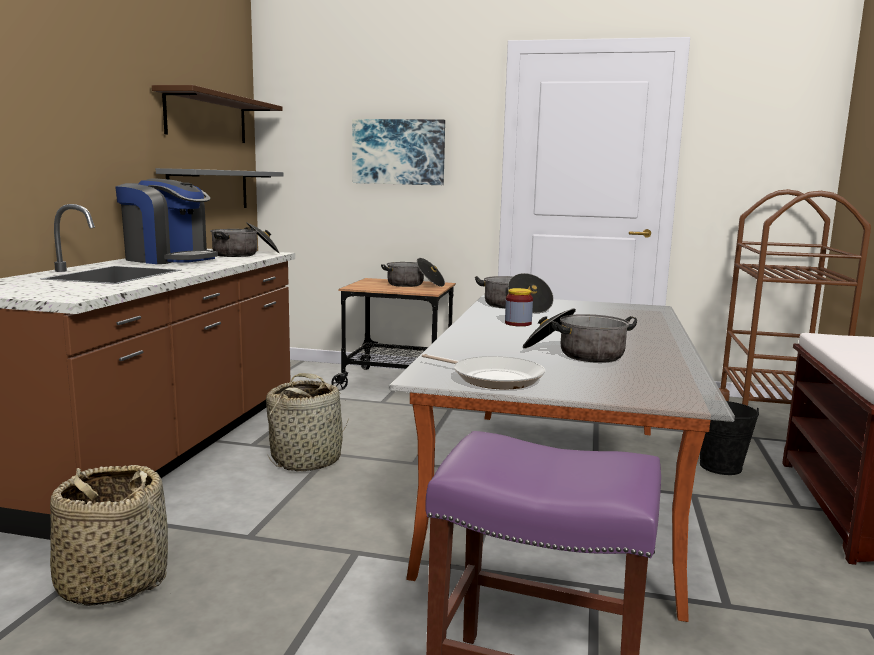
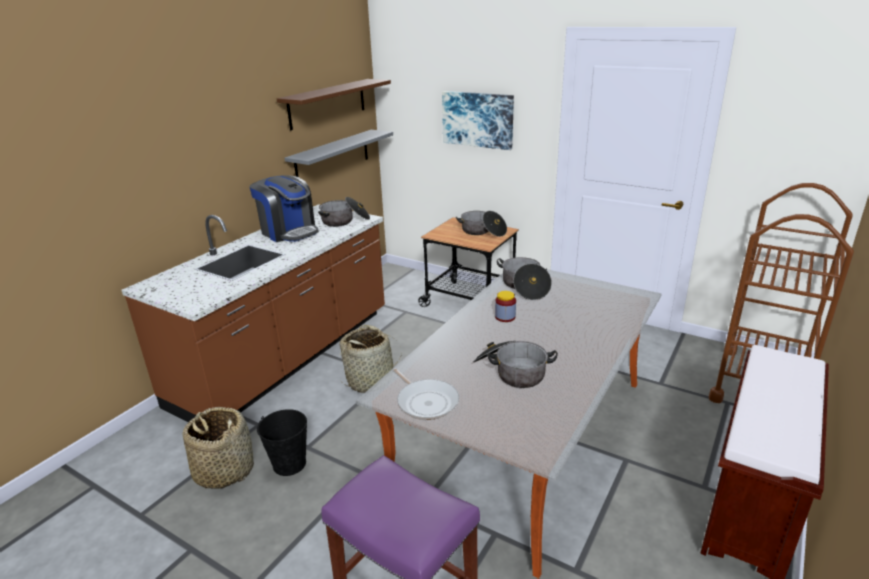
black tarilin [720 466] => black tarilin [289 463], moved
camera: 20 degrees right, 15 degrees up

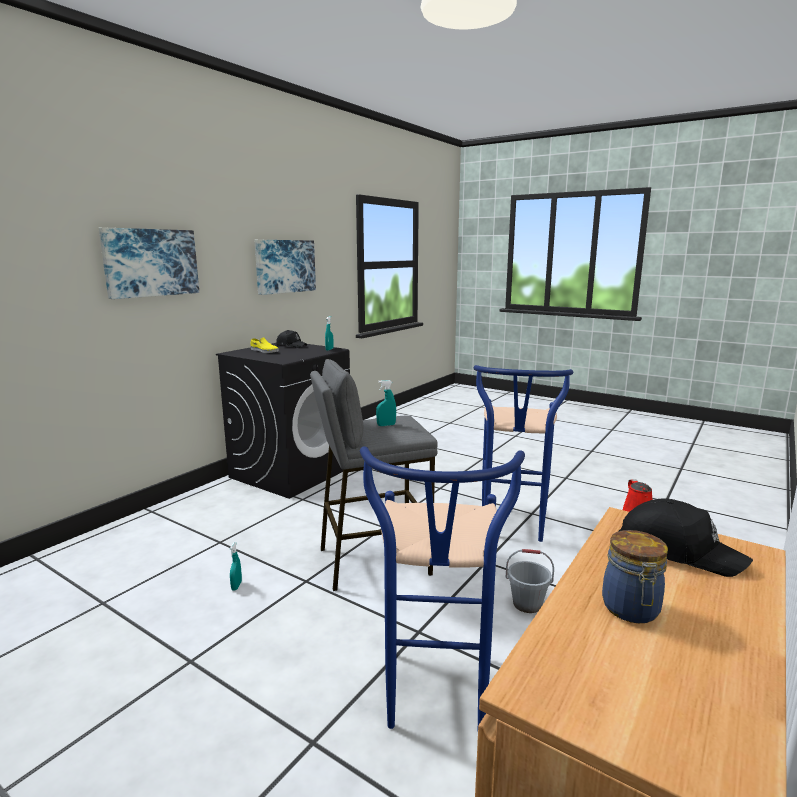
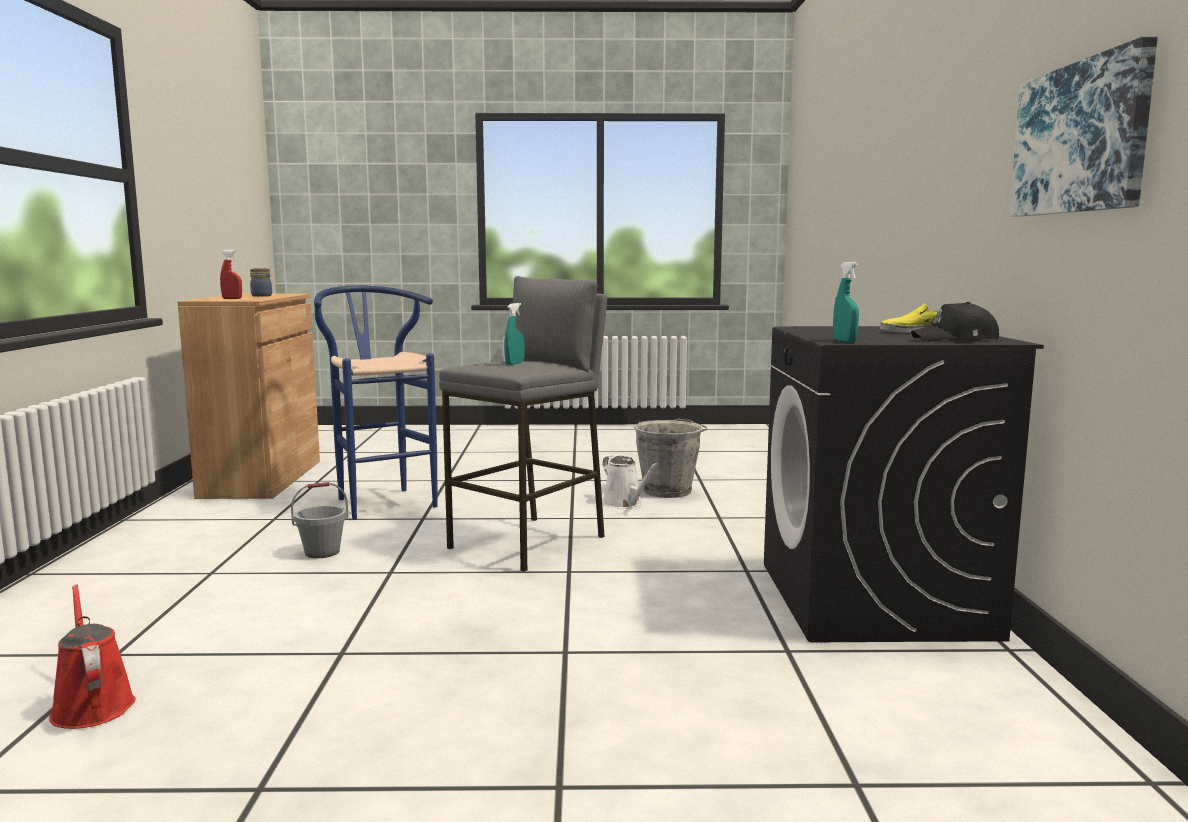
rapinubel [151 262] => nothing
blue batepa [512 527] => nothing
nothing => grey tarilin [668 491]
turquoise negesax [236 586] => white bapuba [625 503]
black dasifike [677 550] => red negesax [232 299]
camera: 145 degrees right, 5 degrees down

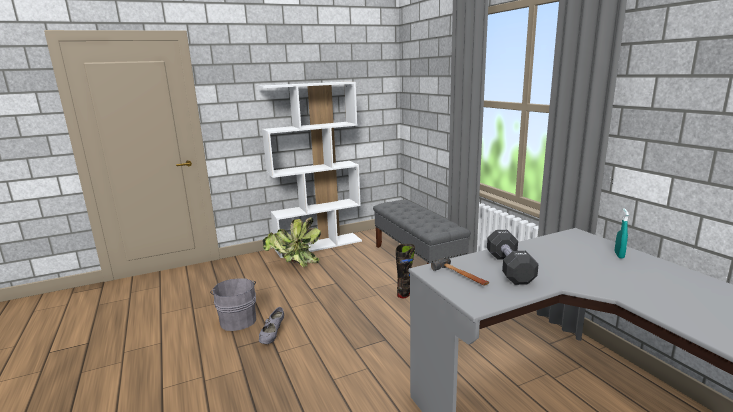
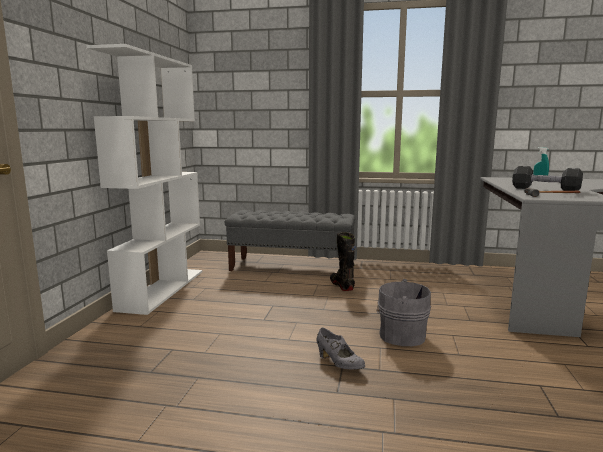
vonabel [294 265] => nothing
grey tarilin [238 319] => grey tarilin [399 335], moved
camera: 55 degrees left, 5 degrees down

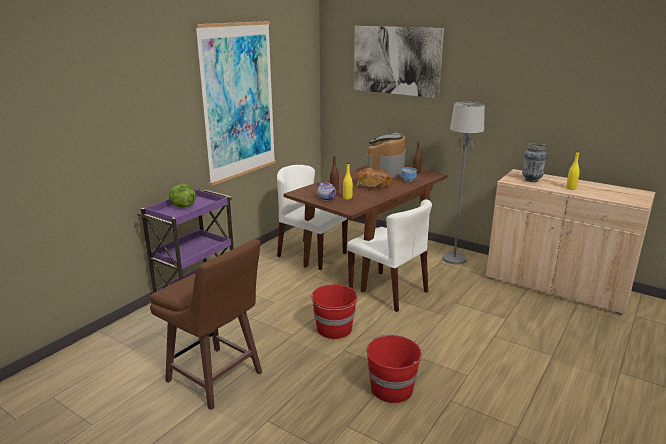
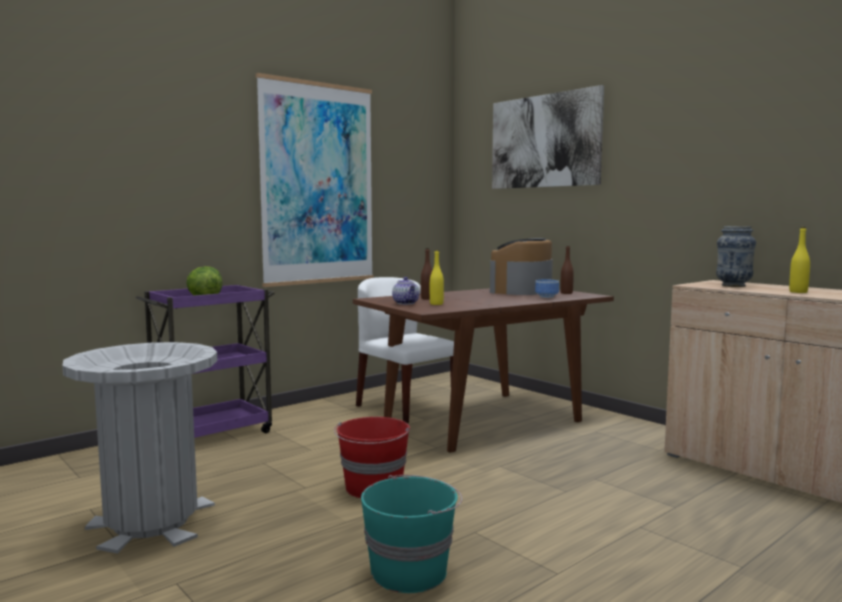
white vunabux [389 291] => nothing
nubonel [373 184] => nothing
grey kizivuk [454 259] => nothing
brown batepa [216 378] => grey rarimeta [151 522]
red tarilin [392 388] => turquoise tarilin [411 571]
camera: 15 degrees right, 15 degrees down

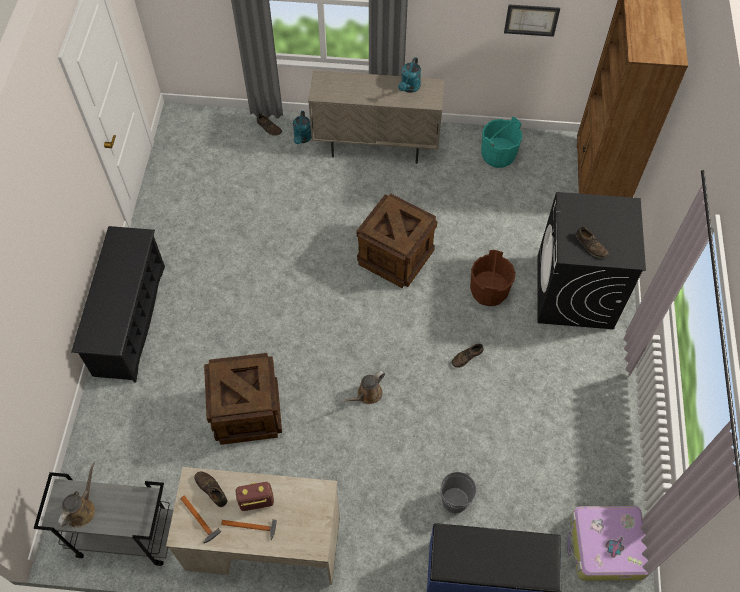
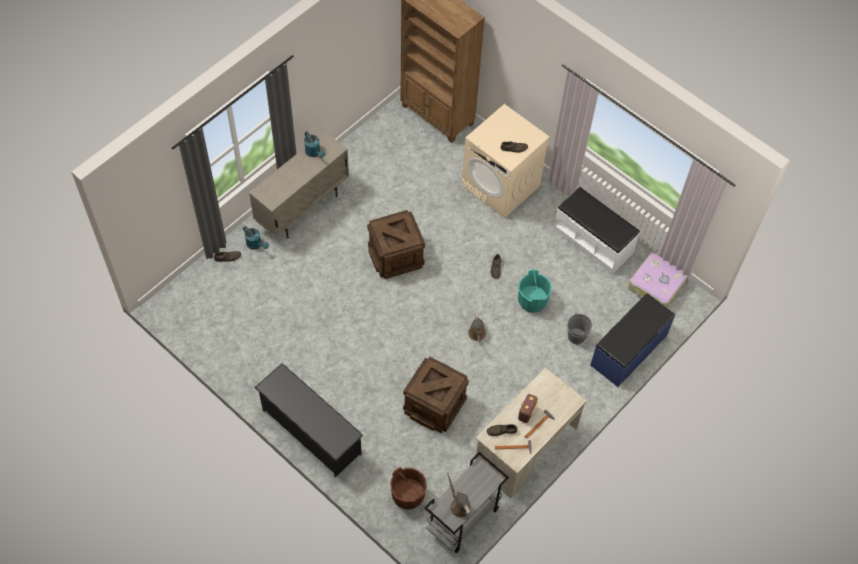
rapinubel [531 20] => nothing
nothing => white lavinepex [593 241]
brown tarilin [489 291] => brown tarilin [408 495], moved
turquoise tarilin [498 155] => turquoise tarilin [532 300], moved
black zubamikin [574 292] => beige zubamikin [501 185]
camera: 55 degrees left, 0 degrees up

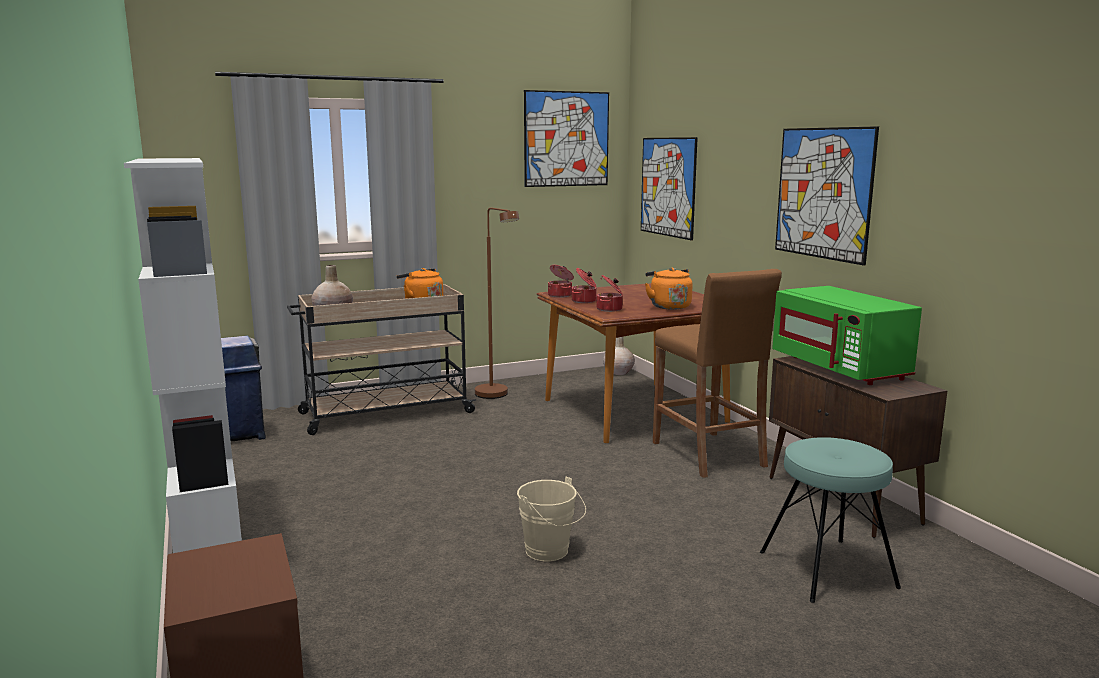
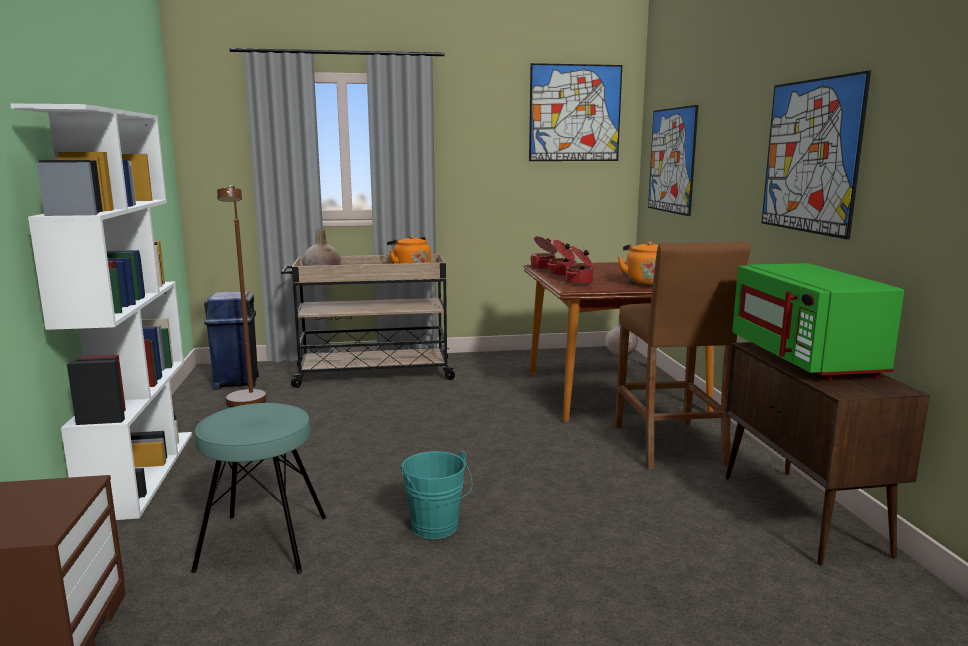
brown kizivuk [496 396] => brown kizivuk [247 405], moved
turquoise batepa [827 570] => turquoise batepa [263 543], moved
beige tarilin [550 552] => turquoise tarilin [437 529]
camera: 15 degrees right, 0 degrees up

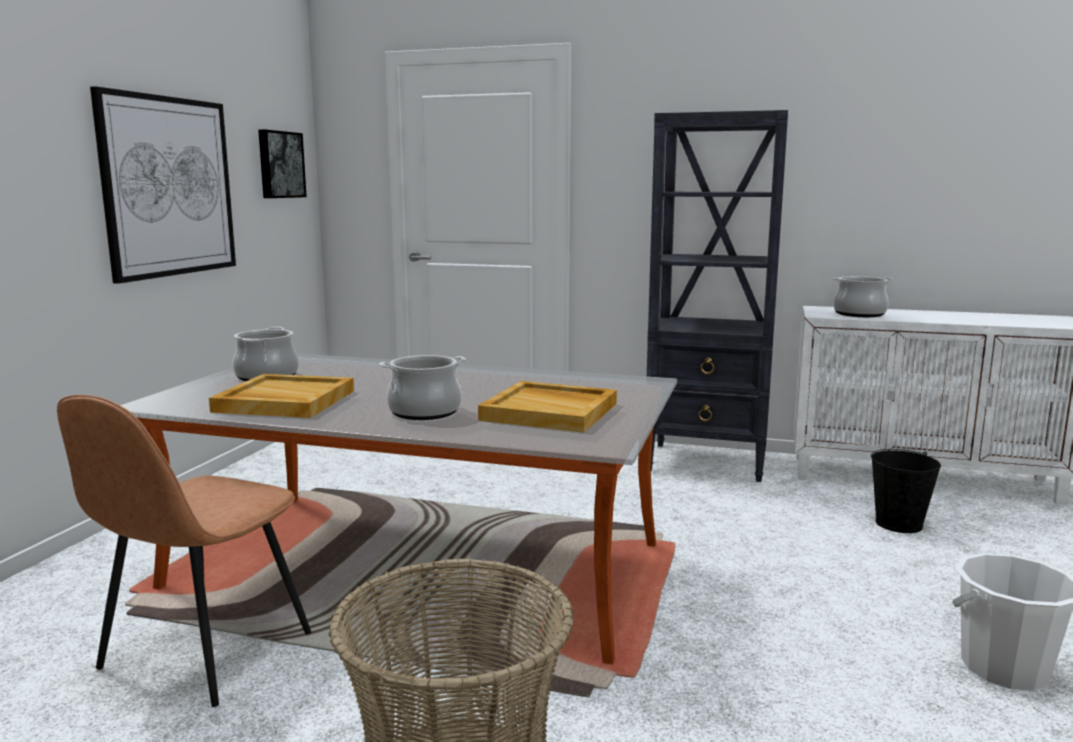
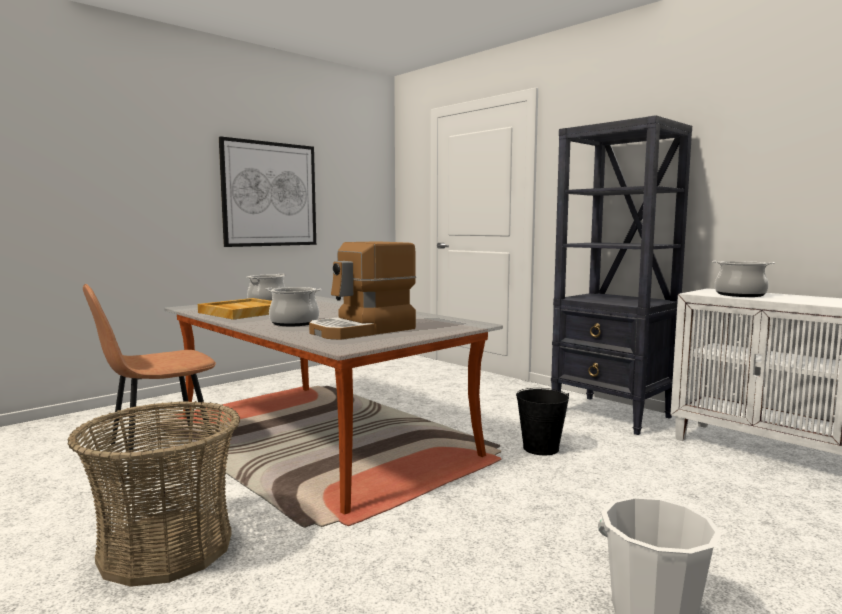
rapinubel [280 164] => nothing
black tarilin [899 524] => black tarilin [541 448], moved
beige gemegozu [551 411] => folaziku [363 330]
camera: 30 degrees right, 5 degrees down

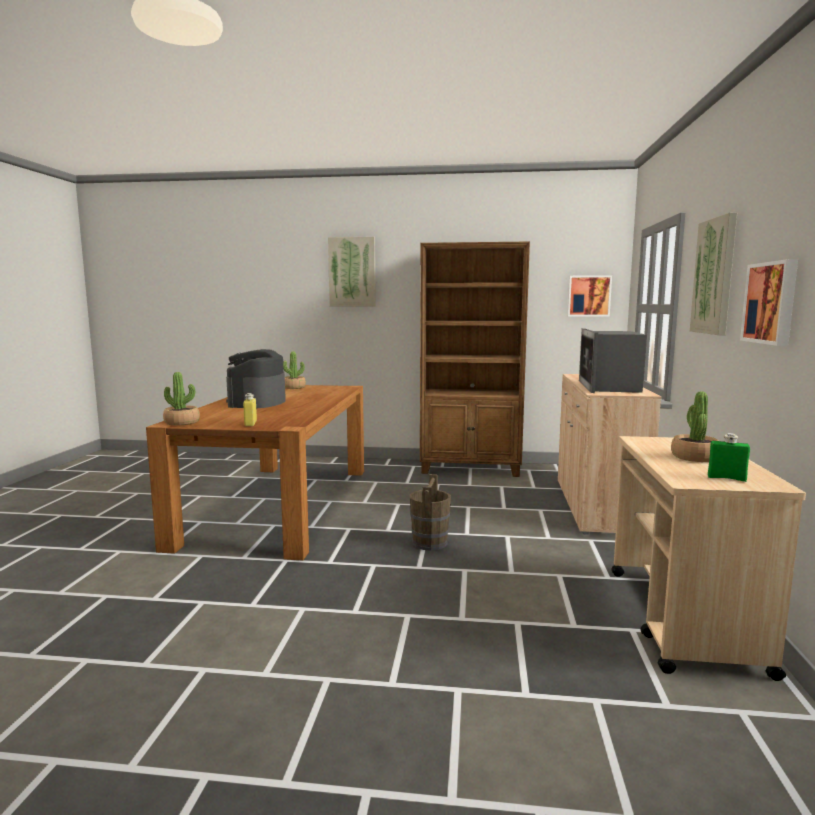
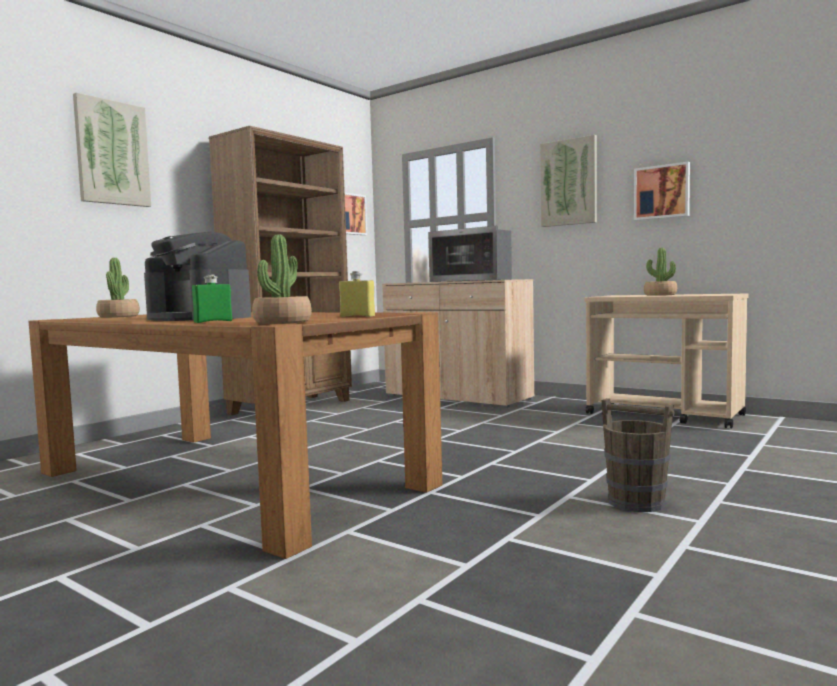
brown tarilin [429 543] => brown tarilin [636 502], moved
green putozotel [726 478] => green putozotel [213 321], moved
camera: 60 degrees left, 5 degrees down

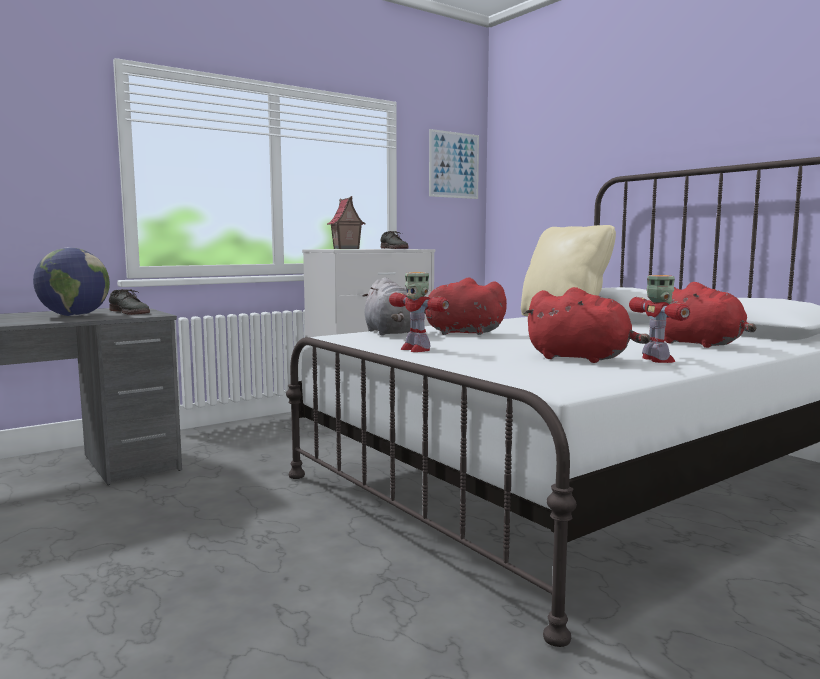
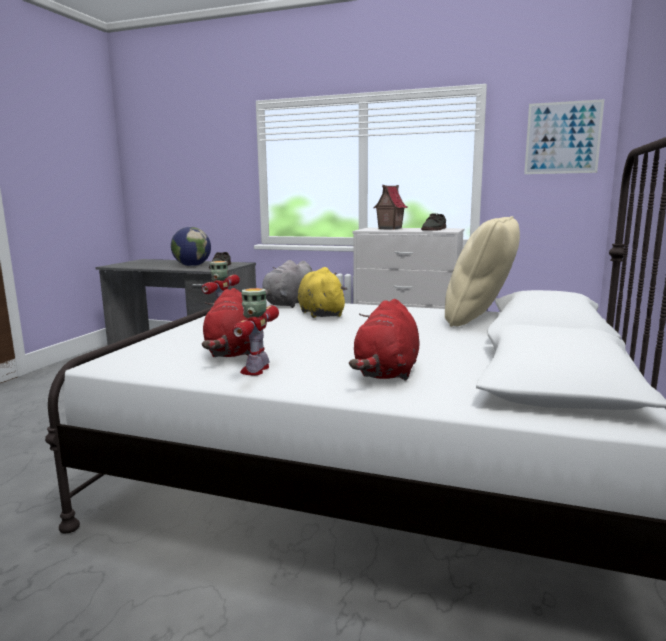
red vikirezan [460 333] => yellow vikirezan [320 313]
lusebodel [657 360] => lusebodel [256 370], 150 degrees clockwise
camera: 55 degrees right, 5 degrees up

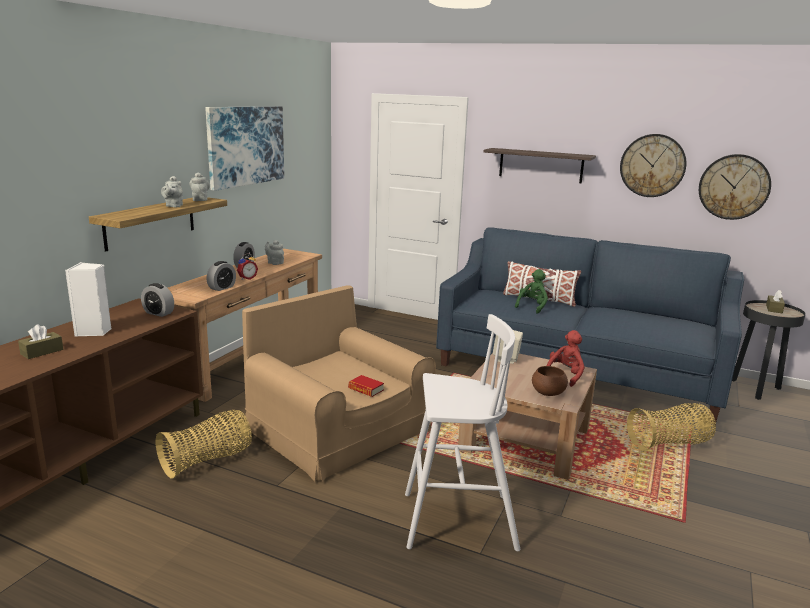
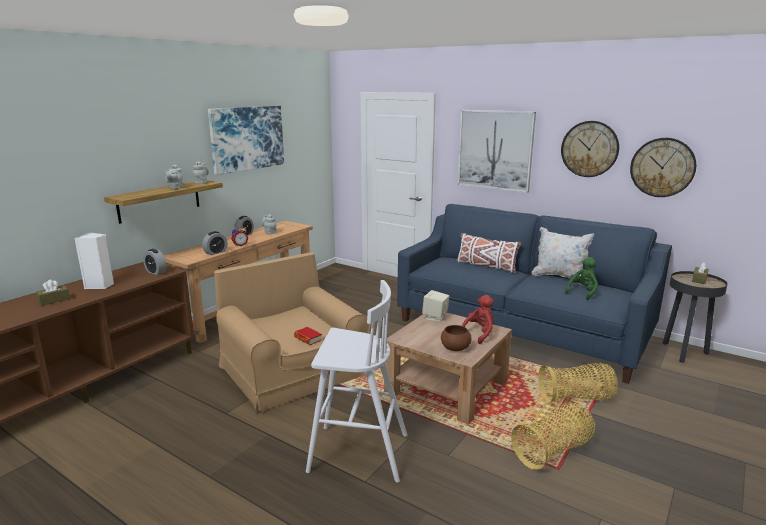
nothing => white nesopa [559 277]
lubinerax [208 460] => lubinerax [553 451], moved
green vikirezan [532 306] => green vikirezan [582 292], moved
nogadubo [540 165] => rapinubel [495 150]
camera: 10 degrees right, 0 degrees up

